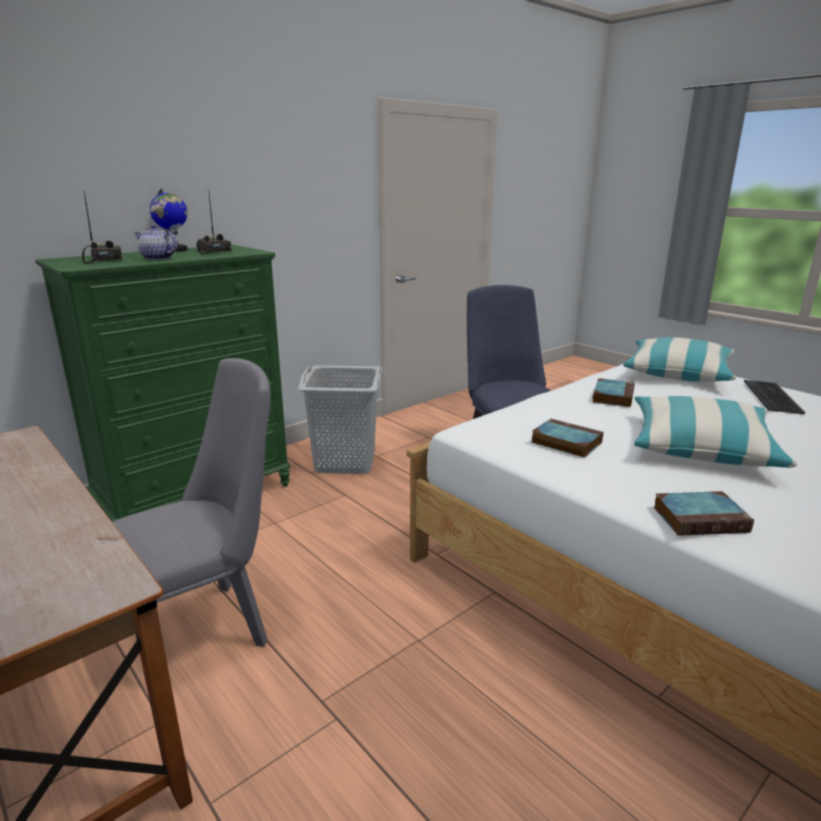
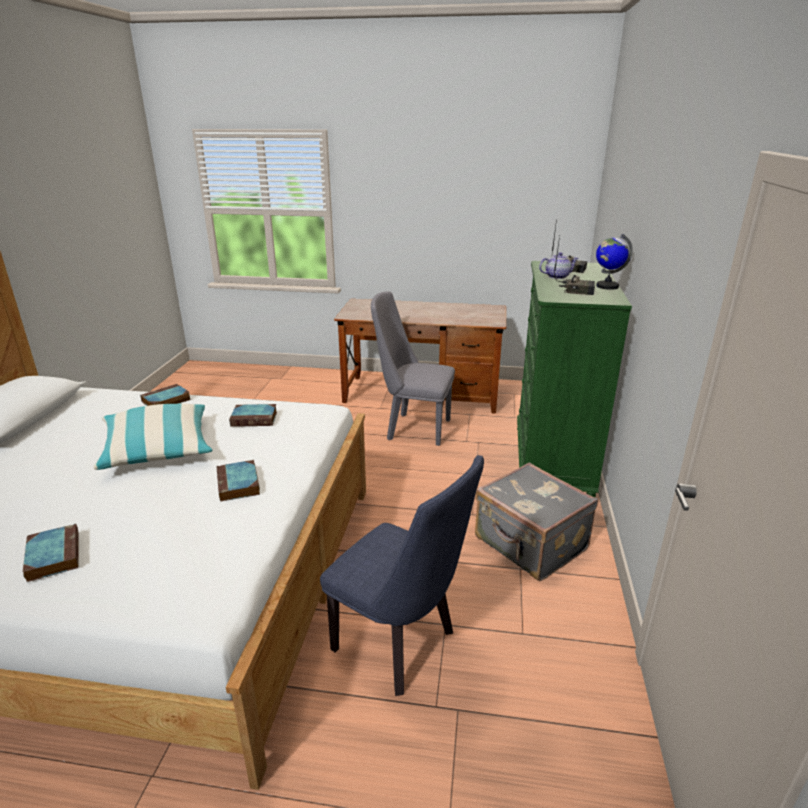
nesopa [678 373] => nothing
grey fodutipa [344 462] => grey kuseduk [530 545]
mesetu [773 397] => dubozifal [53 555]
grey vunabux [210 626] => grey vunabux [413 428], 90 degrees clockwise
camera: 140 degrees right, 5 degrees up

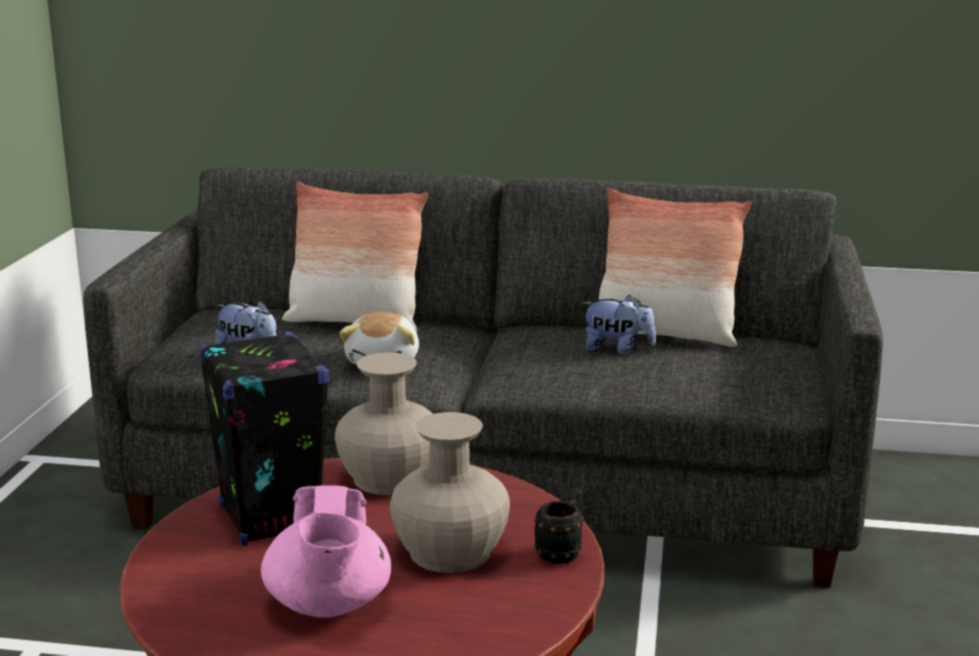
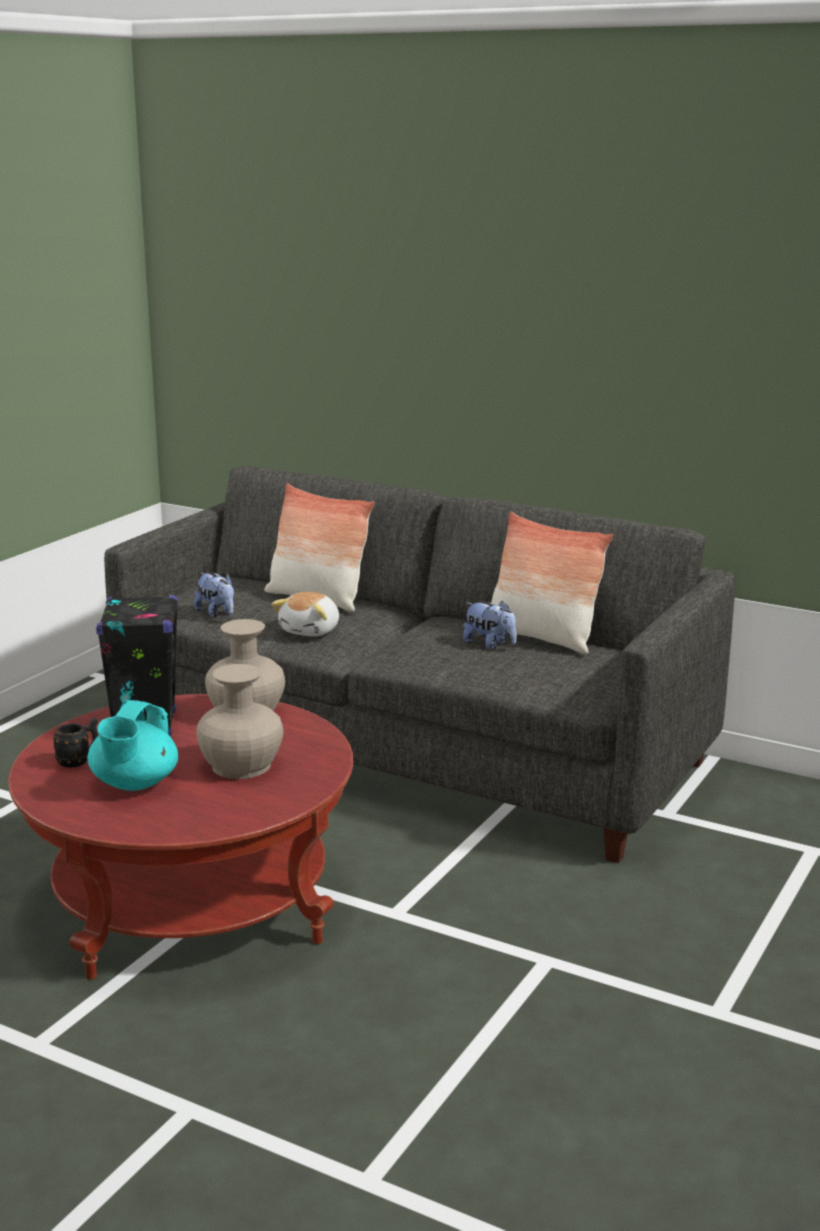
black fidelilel [562 552] => black fidelilel [79 761], moved
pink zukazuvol [328 606] => turquoise zukazuvol [134 784]
camera: 20 degrees right, 0 degrees up

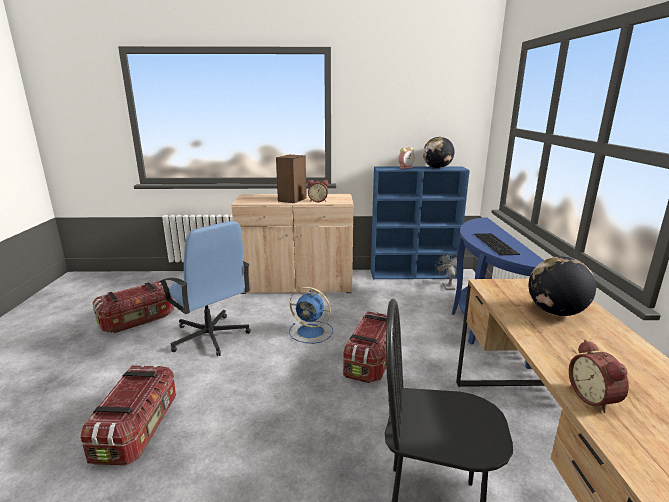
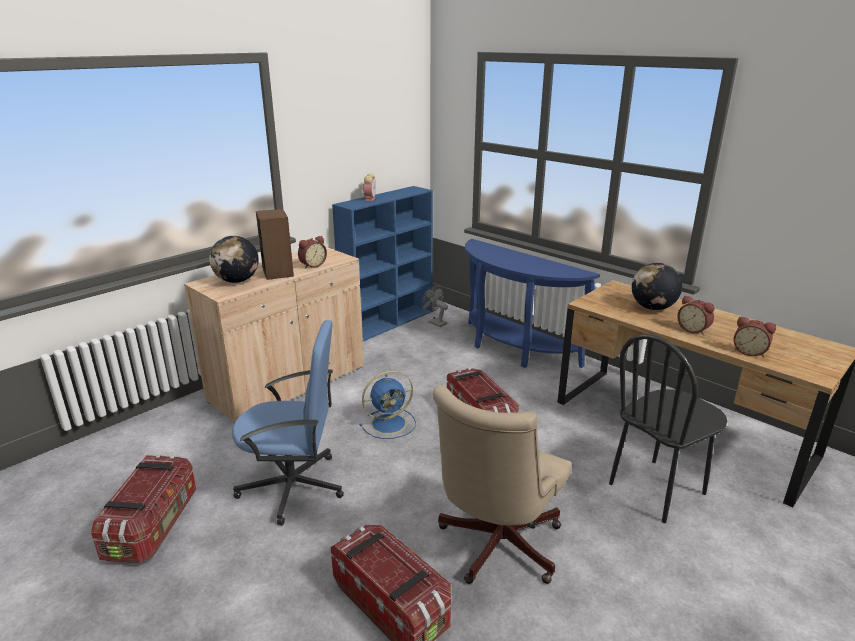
mesetu [496 244] => nothing
nothing => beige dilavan [495 547]
nothing => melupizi [693 330]
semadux [437 168] => semadux [237 281], moved
camera: 45 degrees left, 5 degrees up

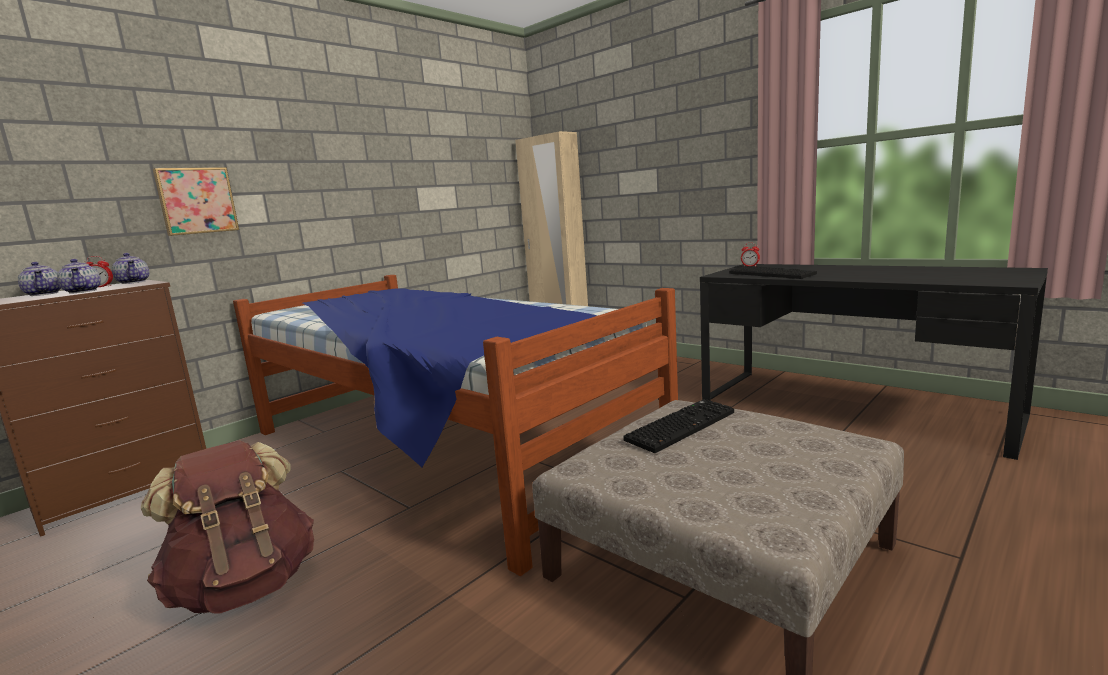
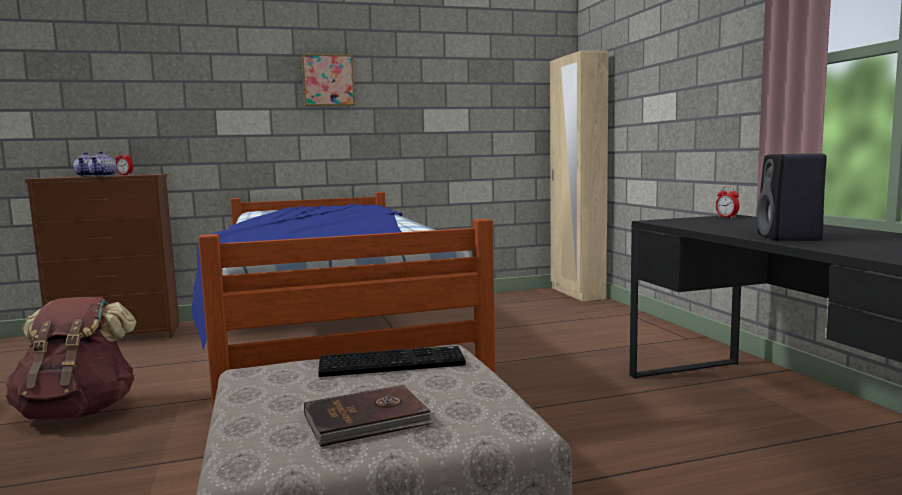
zukazuvol [134 282] => nothing
mesetu [772 274] => nothing
nothing => brown dubozifal [368 420]
nothing => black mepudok [790 238]
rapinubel [196 201] => rapinubel [328 80], moved
camera: 30 degrees right, 5 degrees down

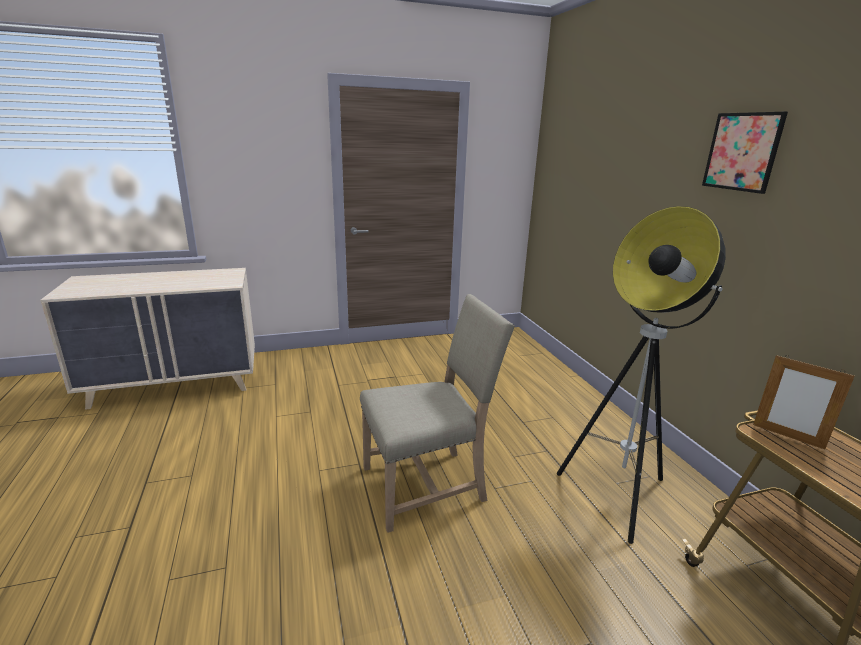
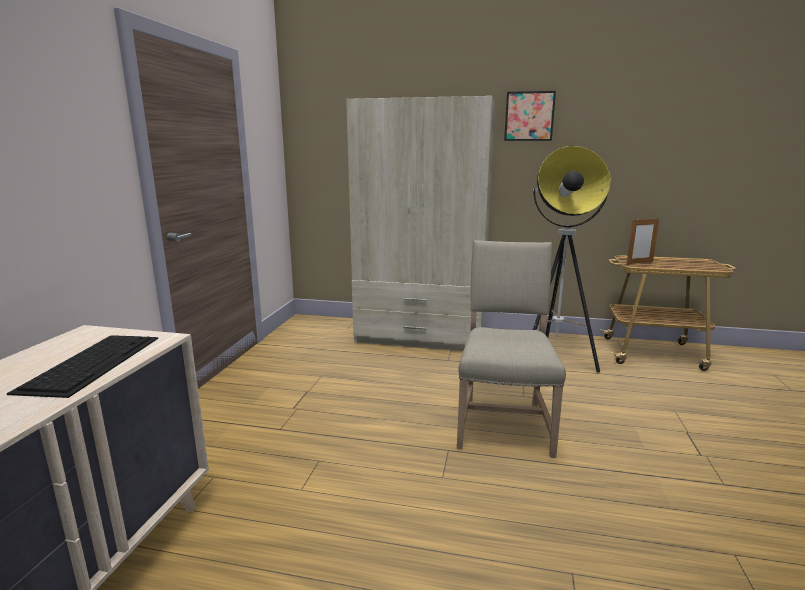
nothing => mesetu [92 362]
nothing => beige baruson [421 335]
camera: 60 degrees left, 5 degrees down

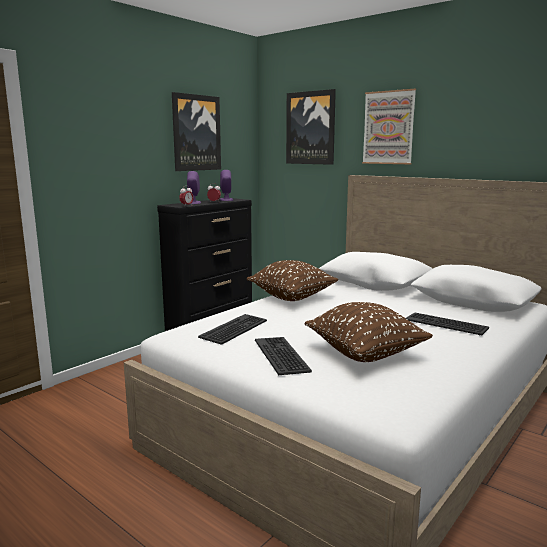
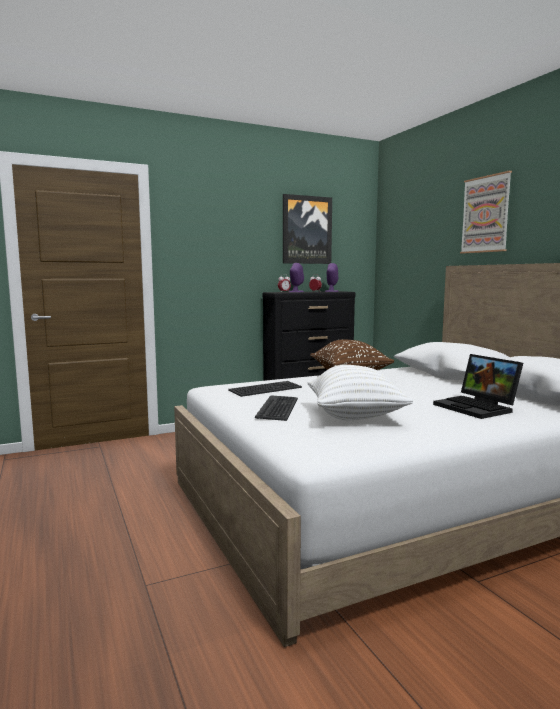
rapinubel [310 128] => nothing
mesetu [446 324] => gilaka [478 408]
brown nesopa [365 354] => white nesopa [355 416]
camera: 25 degrees right, 5 degrees down

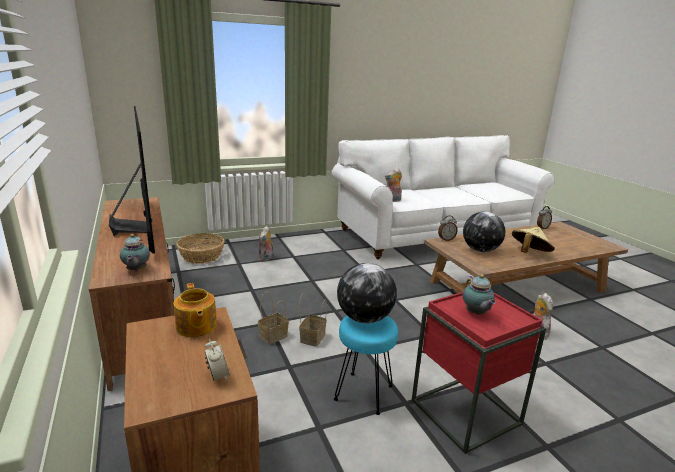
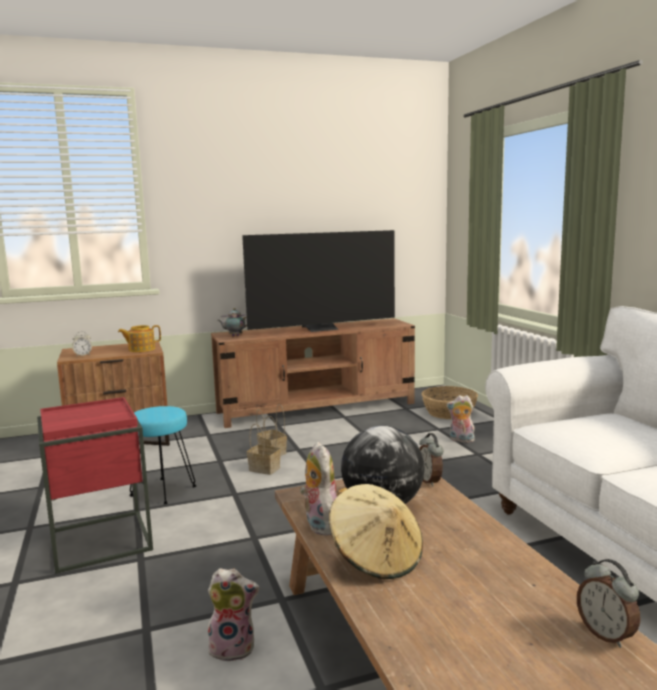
semadux [365 318] => nothing
zukazuvol [476 314] => nothing
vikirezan [392 200] => vikirezan [319 525], moved
camera: 95 degrees right, 10 degrees down

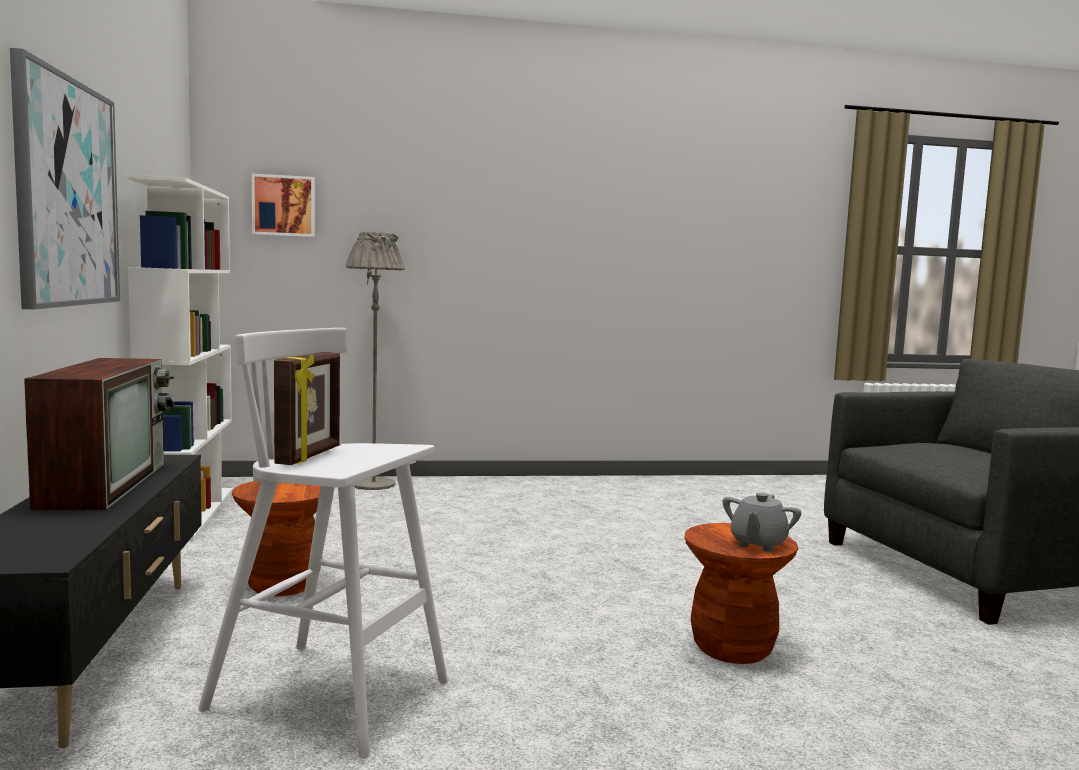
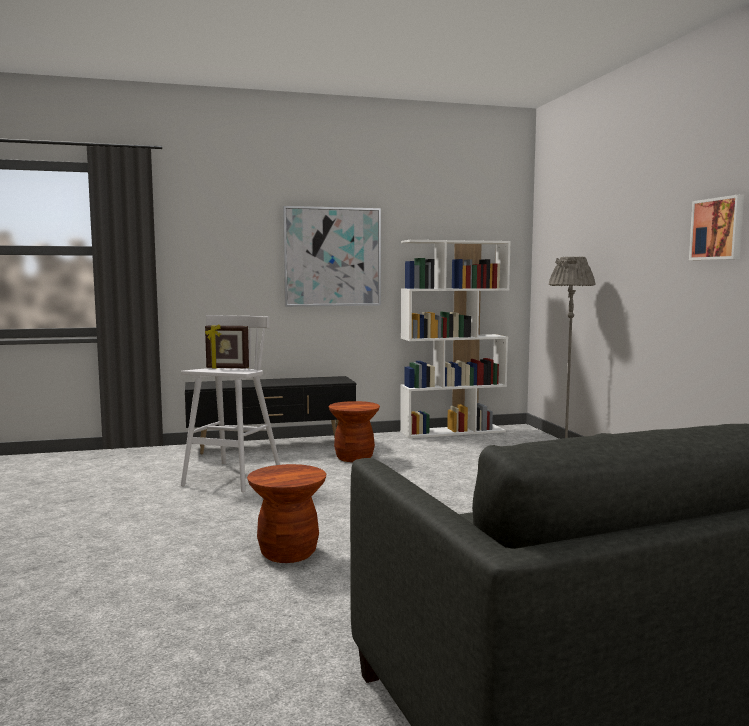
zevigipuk [104 484] => nothing
grey zukazuvol [758 544] => nothing
rapinubel [284 206] => rapinubel [718 229], moved
camera: 85 degrees right, 0 degrees up

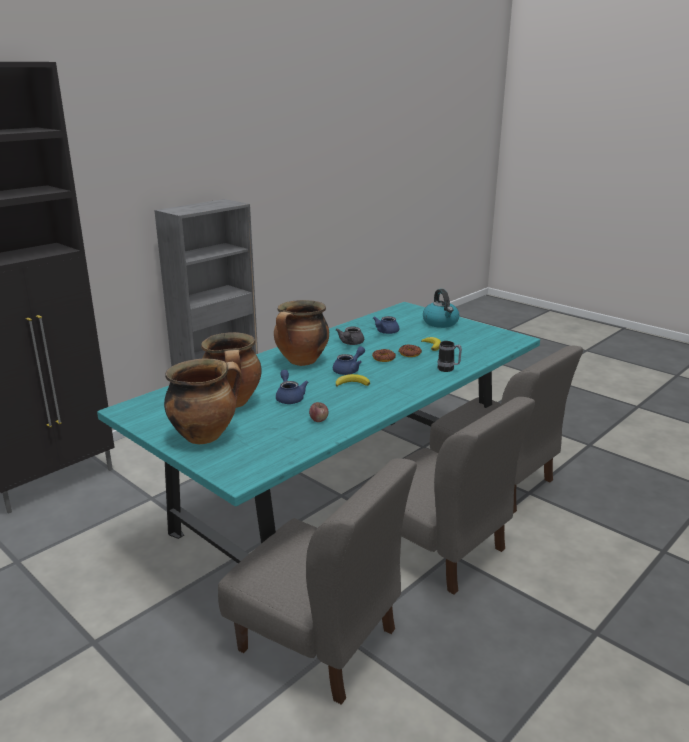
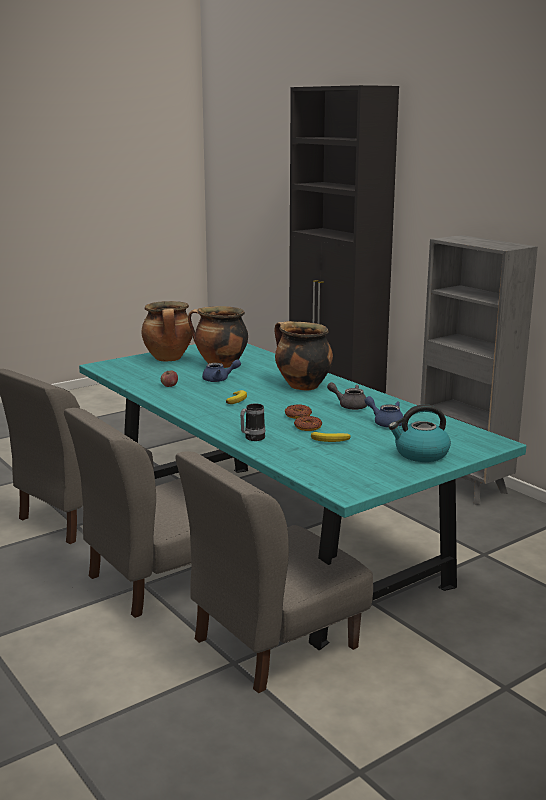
blue zukazuvol [349 370] => nothing
camera: 100 degrees right, 5 degrees down

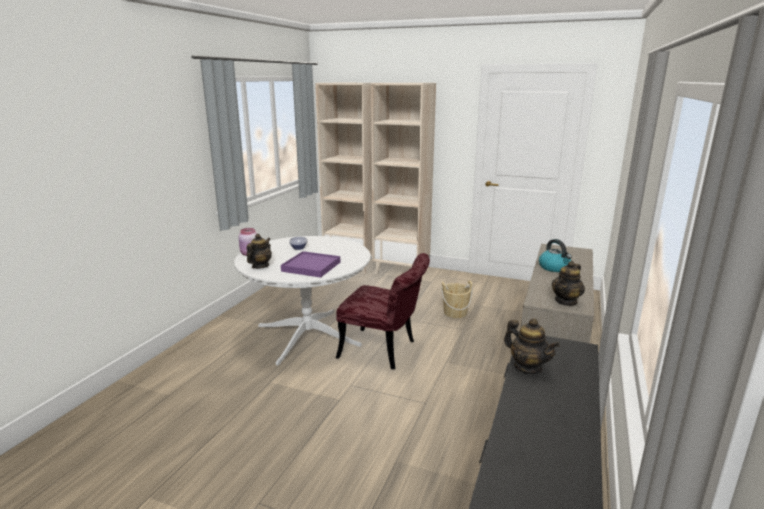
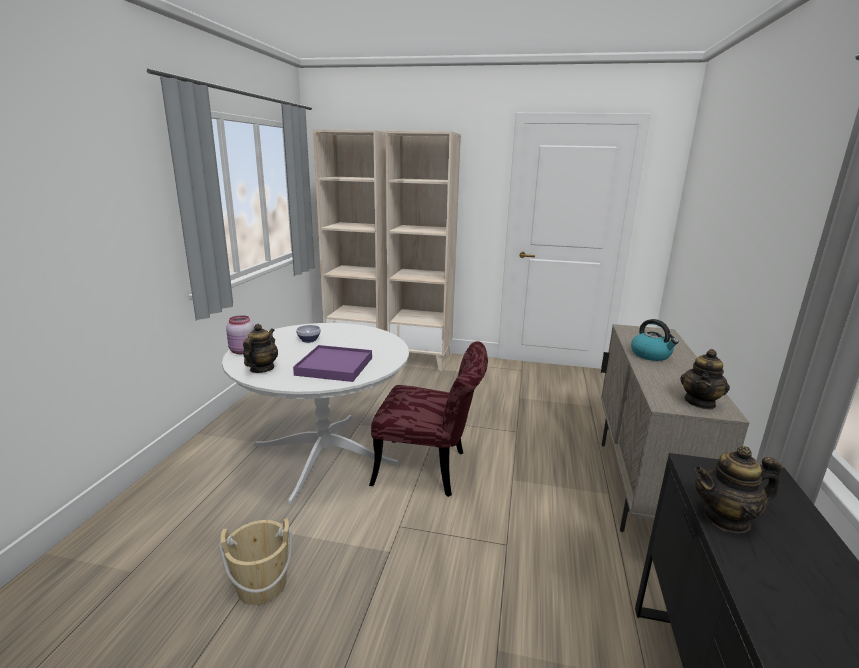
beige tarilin [455 313] => beige tarilin [262 585], moved
zukazuvol [527 367] => zukazuvol [726 518], 135 degrees clockwise
camera: 10 degrees left, 0 degrees up

